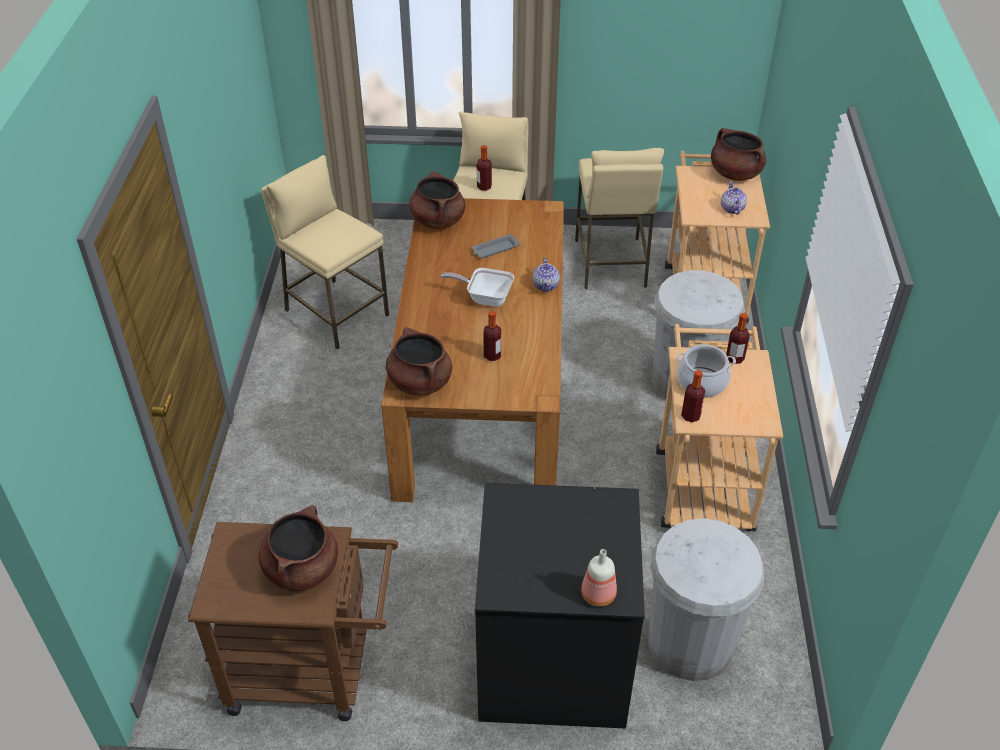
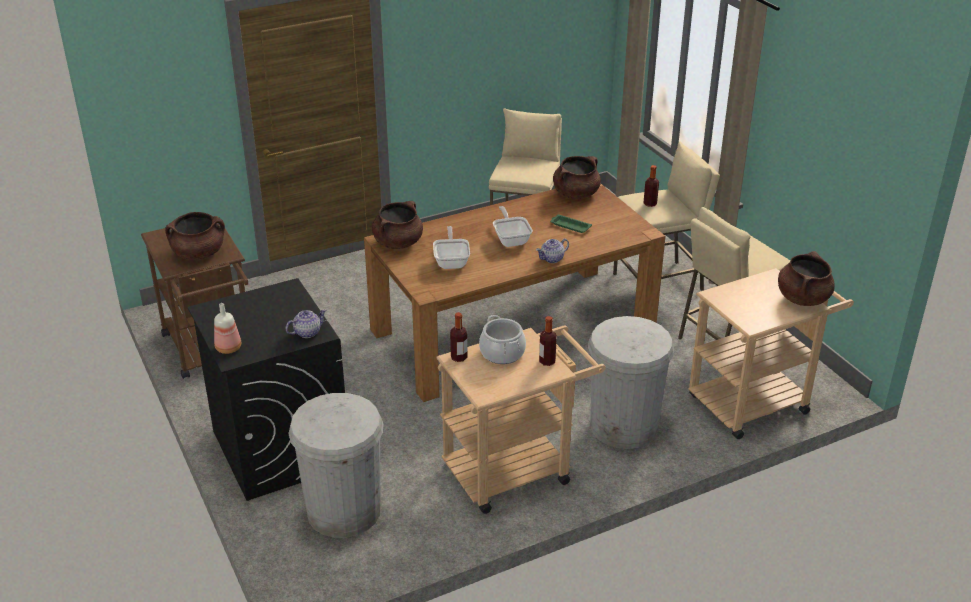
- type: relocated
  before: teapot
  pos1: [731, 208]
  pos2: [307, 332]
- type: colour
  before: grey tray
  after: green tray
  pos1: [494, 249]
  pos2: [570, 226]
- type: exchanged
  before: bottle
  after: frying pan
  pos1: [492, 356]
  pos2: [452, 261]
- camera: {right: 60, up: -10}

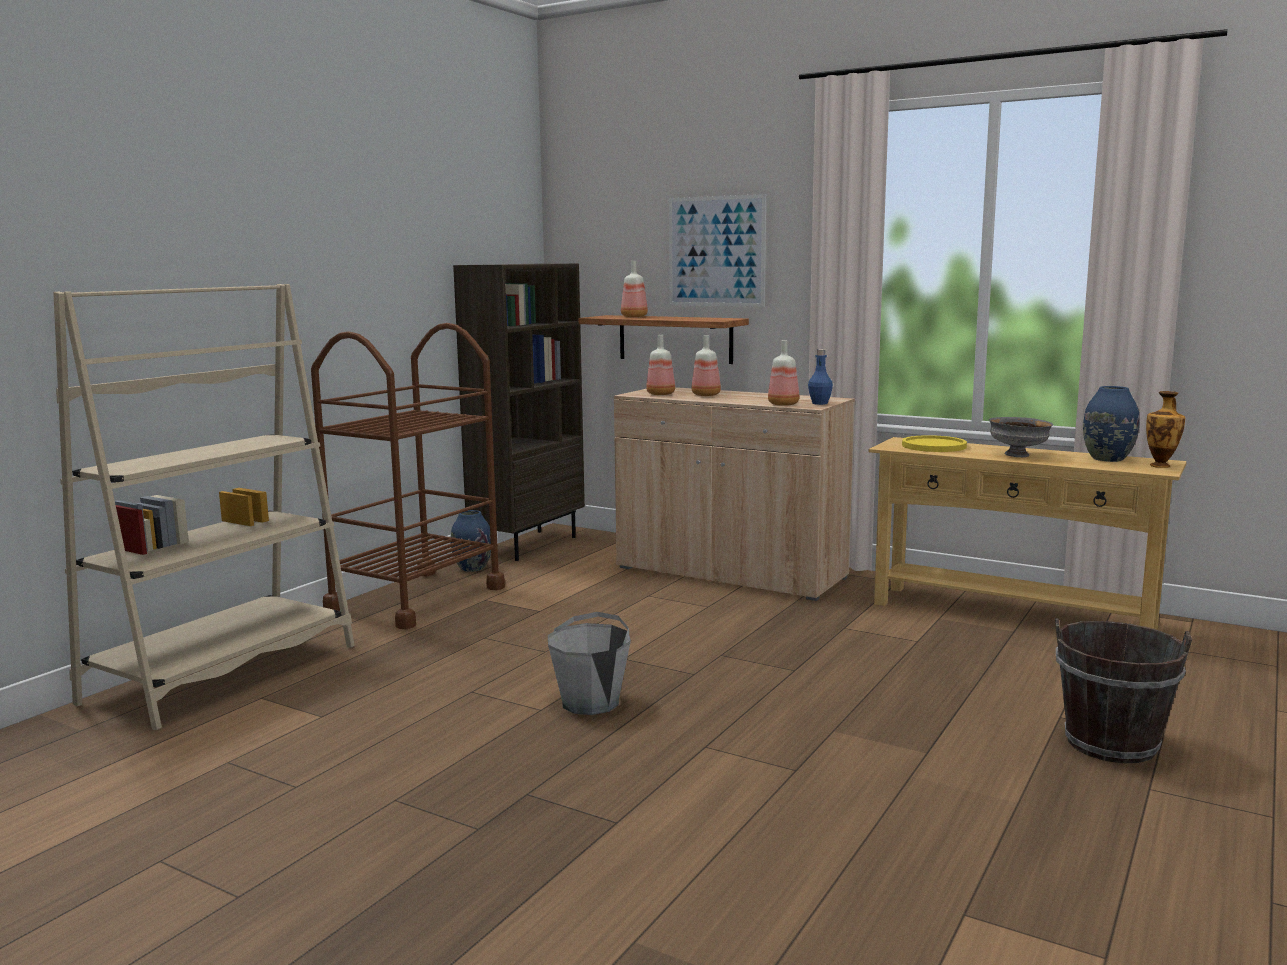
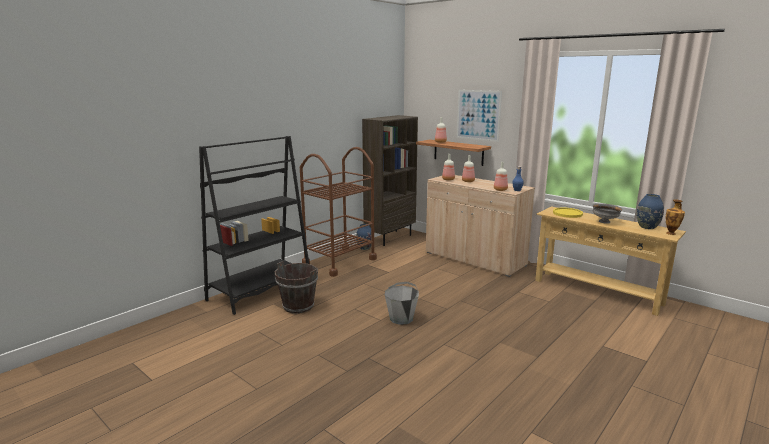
- type: colour
  before: beige bookcase
  after: black bookcase
  pos1: [224, 674]
  pos2: [261, 291]
- type: relocated
  before: brown bucket
  pos1: [1110, 744]
  pos2: [298, 306]
- camera: {right: 10, up: 5}

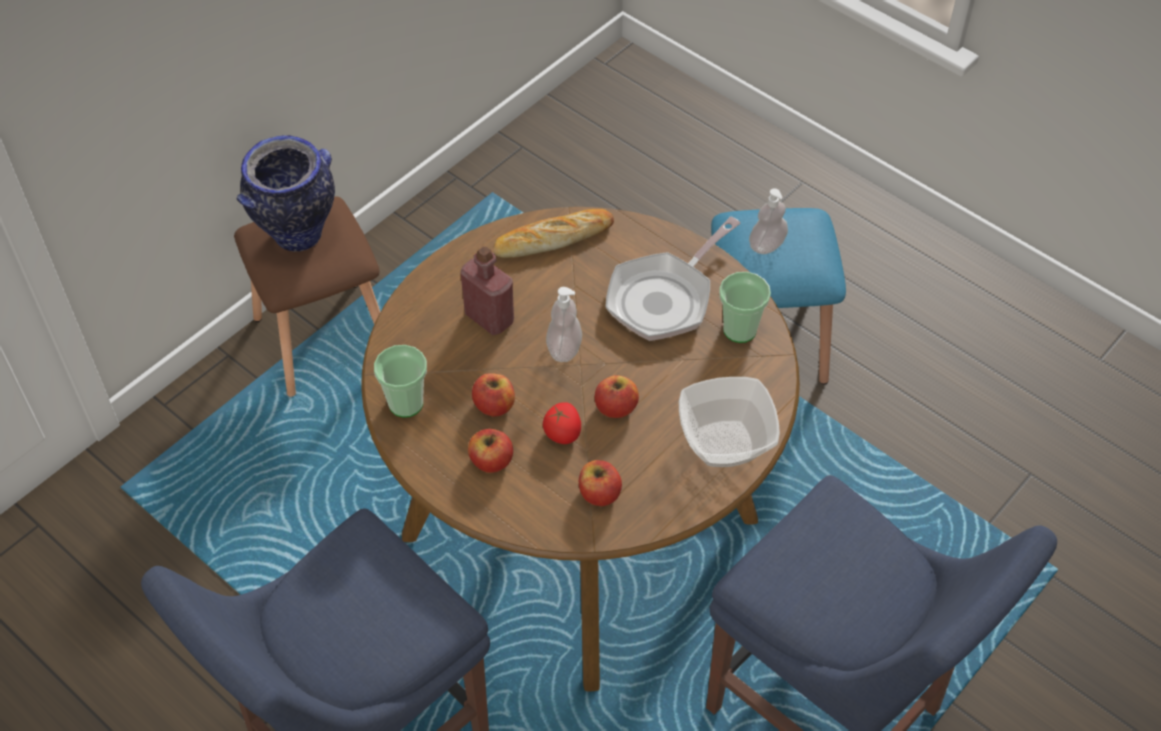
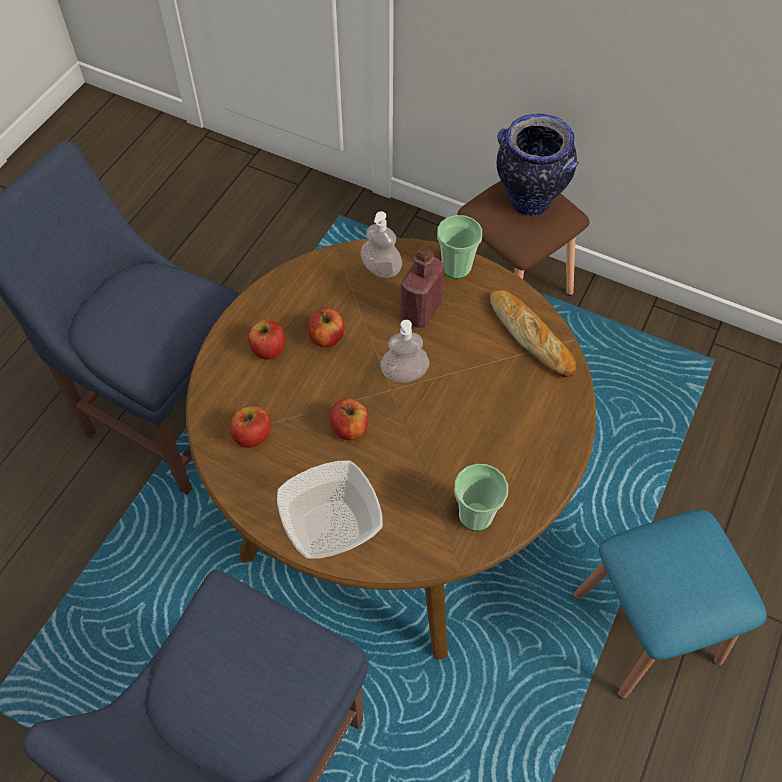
- type: relocated
  before: soap dispenser
  pos1: [766, 245]
  pos2: [381, 269]
- type: missing
  before: frying pan
  pos1: [664, 298]
- type: relocated
  before: cup
  pos1: [406, 403]
  pos2: [456, 267]
- type: missing
  before: tomato
  pos1: [562, 433]
- camera: {right: 75, up: 5}

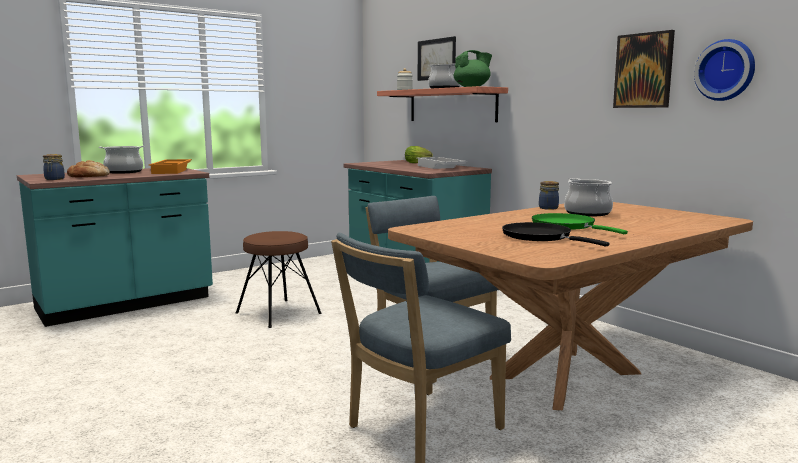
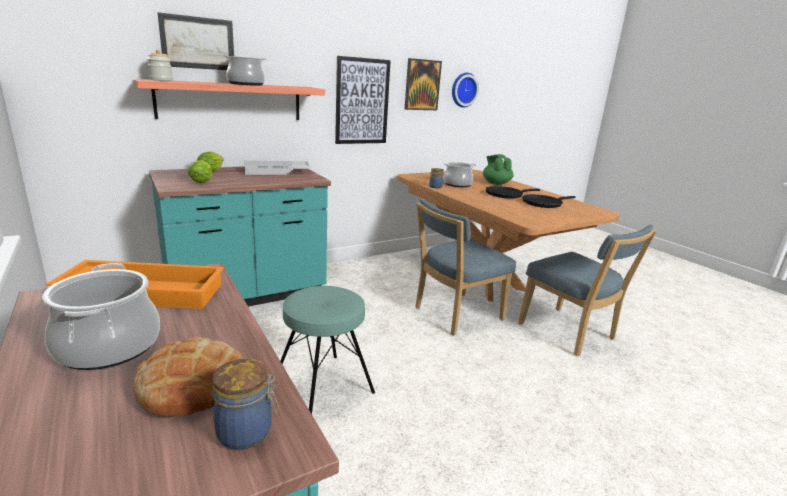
- type: relocated
  before: green teapot
  pos1: [472, 87]
  pos2: [496, 183]
- type: colour
  before: green frying pan
  after: black frying pan
  pos1: [566, 226]
  pos2: [506, 194]
- type: colour
  before: brown stool
  after: turquoise stool
  pos1: [278, 313]
  pos2: [323, 386]
- type: appeared
  after: picture
  pos2: [362, 101]
- type: appeared
  after: lettuce
  pos2: [202, 181]
- camera: {right: -85, up: 10}

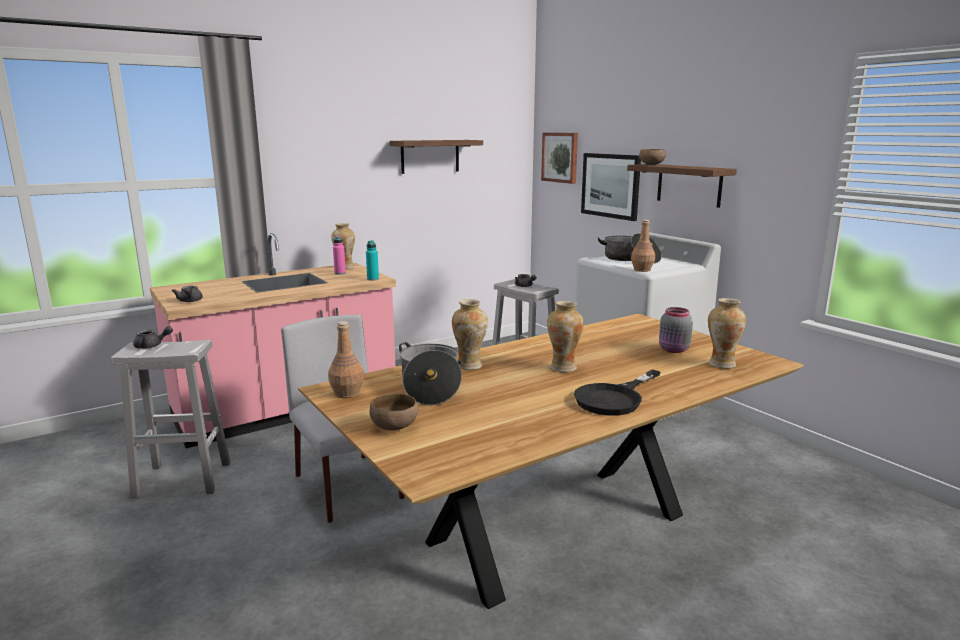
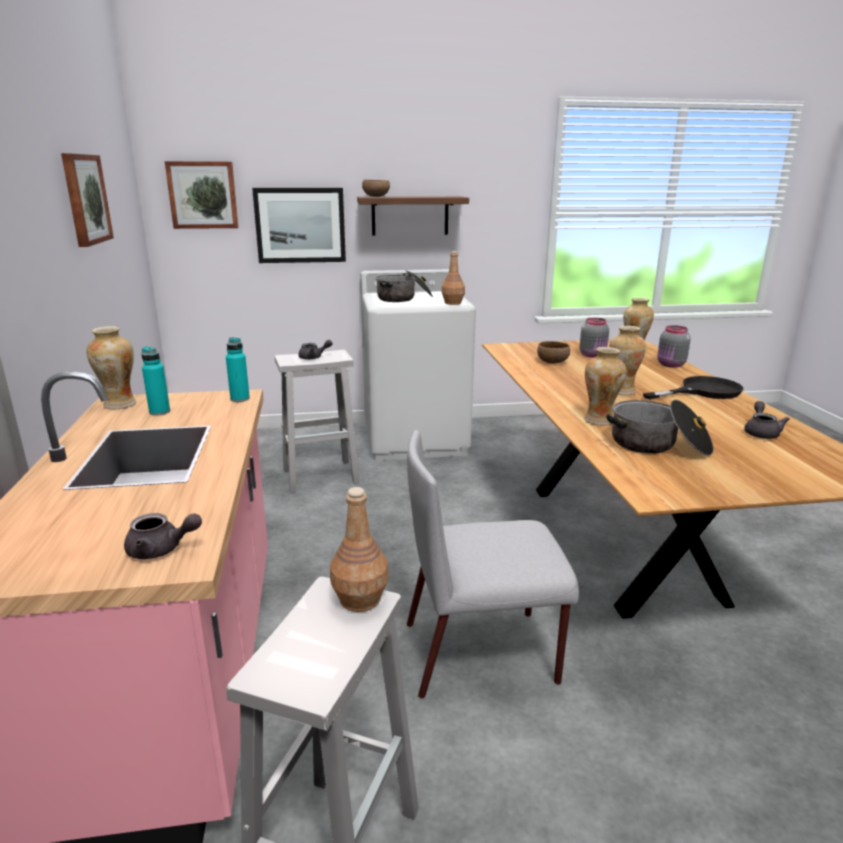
- type: exchanged
  before: shelf
  after: picture
  pos1: [430, 156]
  pos2: [85, 199]
- type: colour
  before: pink bottle
  after: turquoise bottle
  pos1: [340, 273]
  pos2: [159, 412]
- type: relocated
  before: brown bottle
  pos1: [347, 393]
  pos2: [360, 599]
- type: relocated
  before: grey teapot
  pos1: [152, 346]
  pos2: [761, 432]
- type: spun
  before: black frying pan
  pos1: [614, 398]
  pos2: [702, 391]
  turn: -90
- type: relocated
  before: brown bowl
  pos1: [395, 426]
  pos2: [552, 362]
- type: appeared
  after: grey jar
  pos2: [670, 365]
- camera: {right: -65, up: 5}

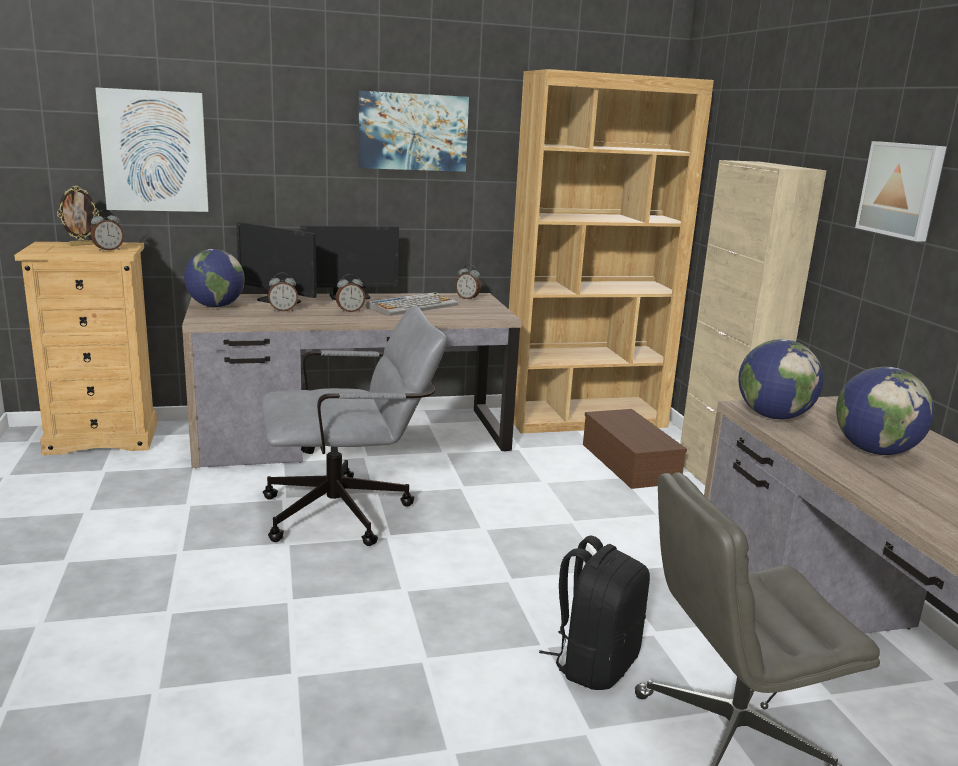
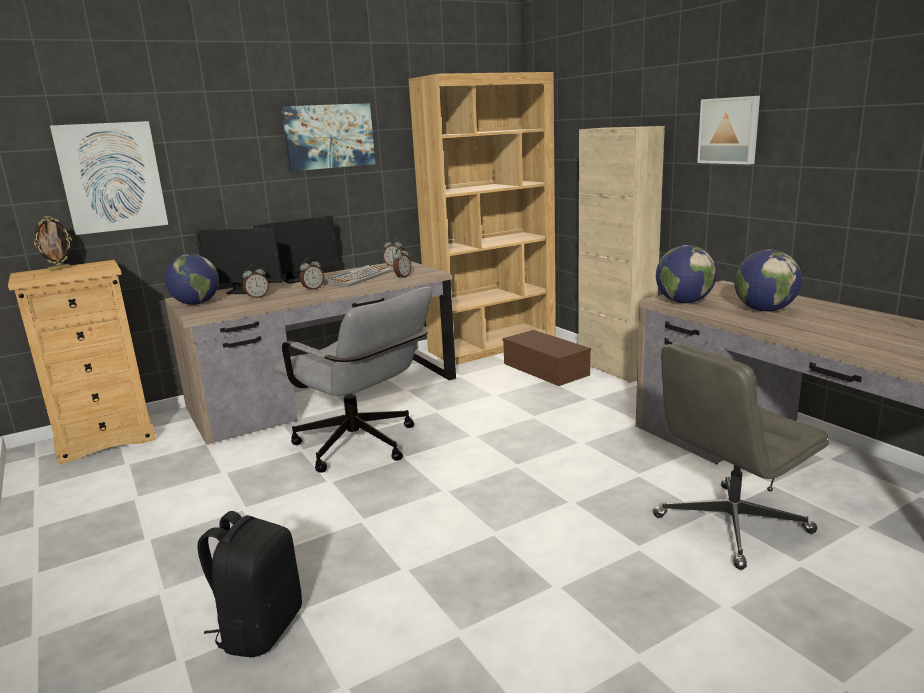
- type: relocated
  before: alarm clock
  pos1: [108, 250]
  pos2: [402, 277]
- type: spun
  before: grey office chair
  pos1: [350, 512]
  pos2: [363, 447]
  turn: 75
- type: relocated
  before: black backpack
  pos1: [594, 664]
  pos2: [260, 629]
- camera: {right: -15, up: 0}

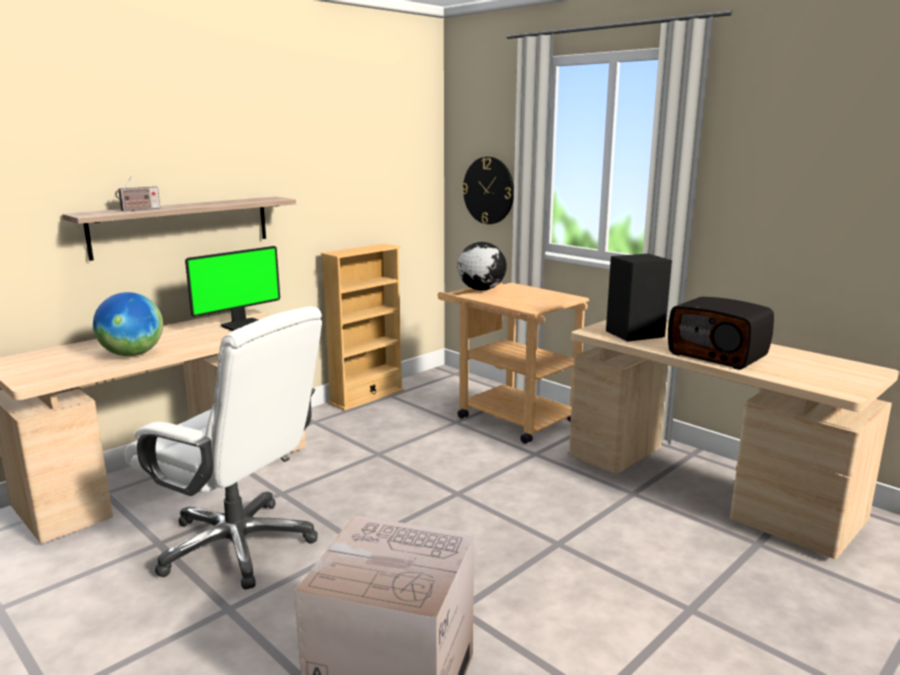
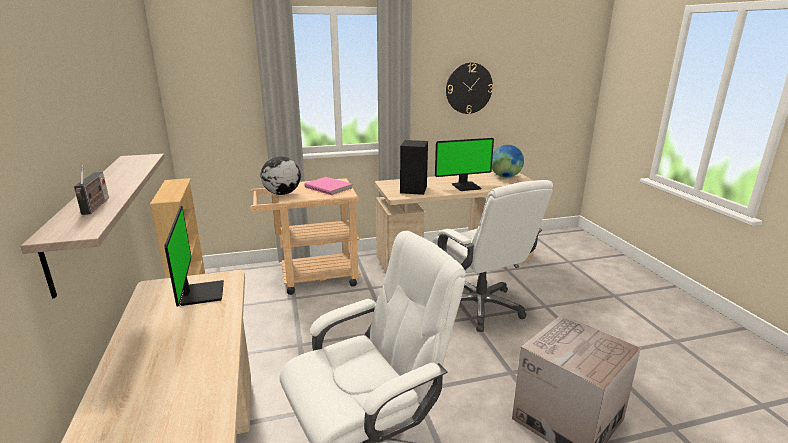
- type: relocated
  before: wall clock
  pos1: [488, 190]
  pos2: [469, 88]
- type: relocated
  before: globe
  pos1: [132, 354]
  pos2: [505, 177]
- type: exchanged
  before: radio
  after: monitor
  pos1: [718, 355]
  pos2: [466, 186]
- type: appeared
  after: pink book
  pos2: [329, 187]
- type: appeared
  after: white office chair
  pos2: [481, 307]
- camera: {right: -60, up: 5}

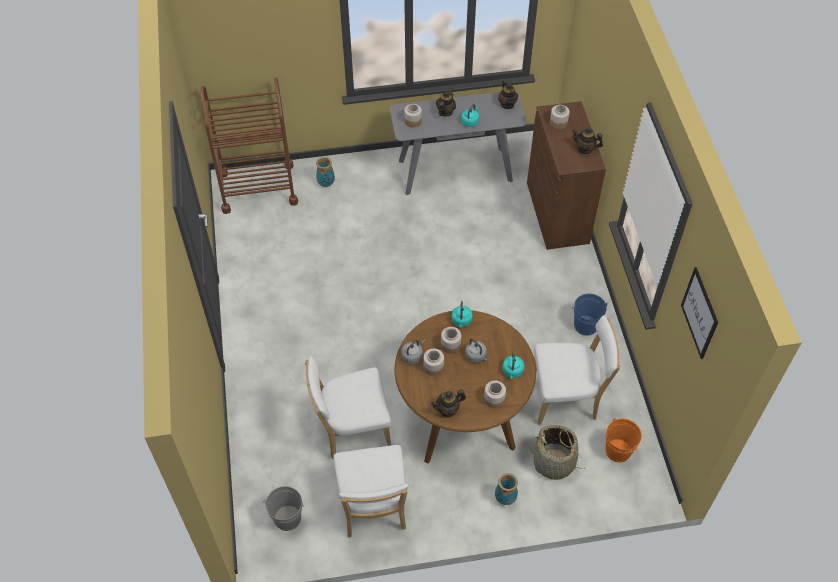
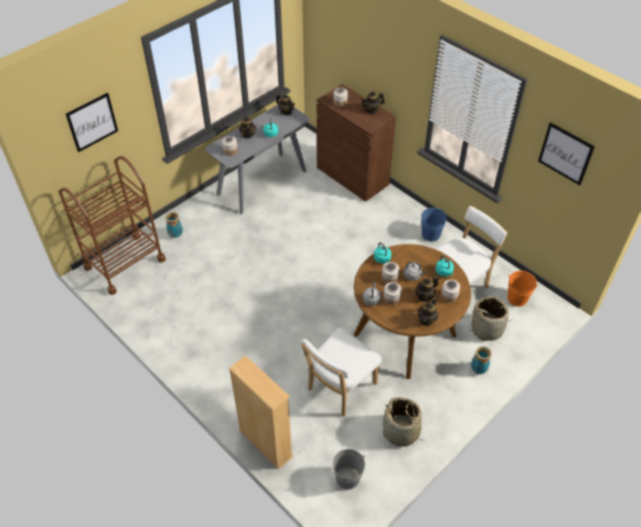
- type: exchanged
  before: white chair
  after: basket
  pos1: [373, 508]
  pos2: [401, 432]
- type: appeared
  after: picture
  pos2: [92, 122]
- type: appeared
  after: teapot
  pos2: [425, 296]
- type: appeared
  after: beige bookcase
  pos2: [265, 443]
- camera: {right: -35, up: -5}

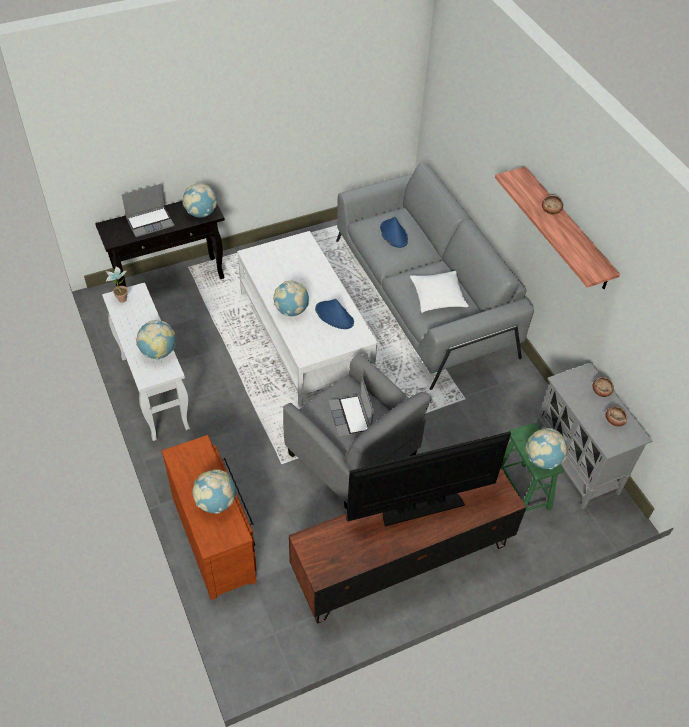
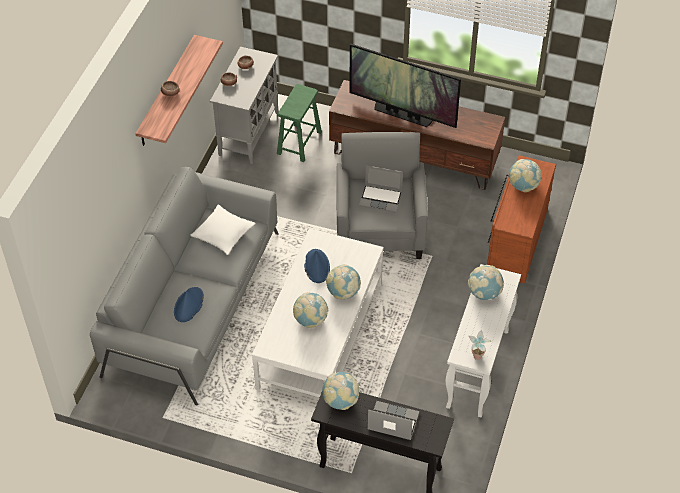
- type: spun
  before: laptop
  pos1: [351, 417]
  pos2: [381, 198]
  turn: 75
- type: relocated
  before: globe
  pos1: [542, 459]
  pos2: [310, 320]
- camera: {right: -135, up: 0}

